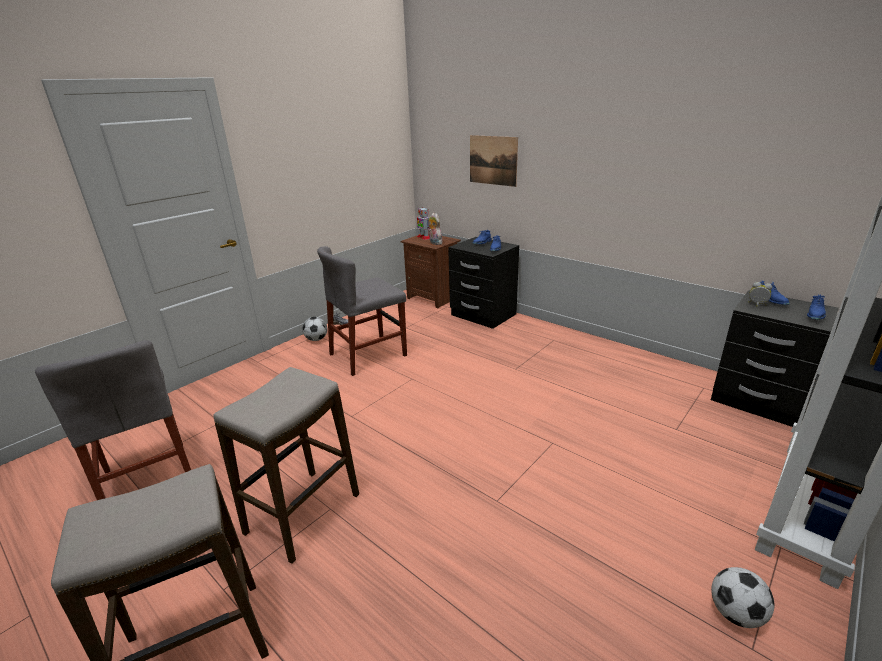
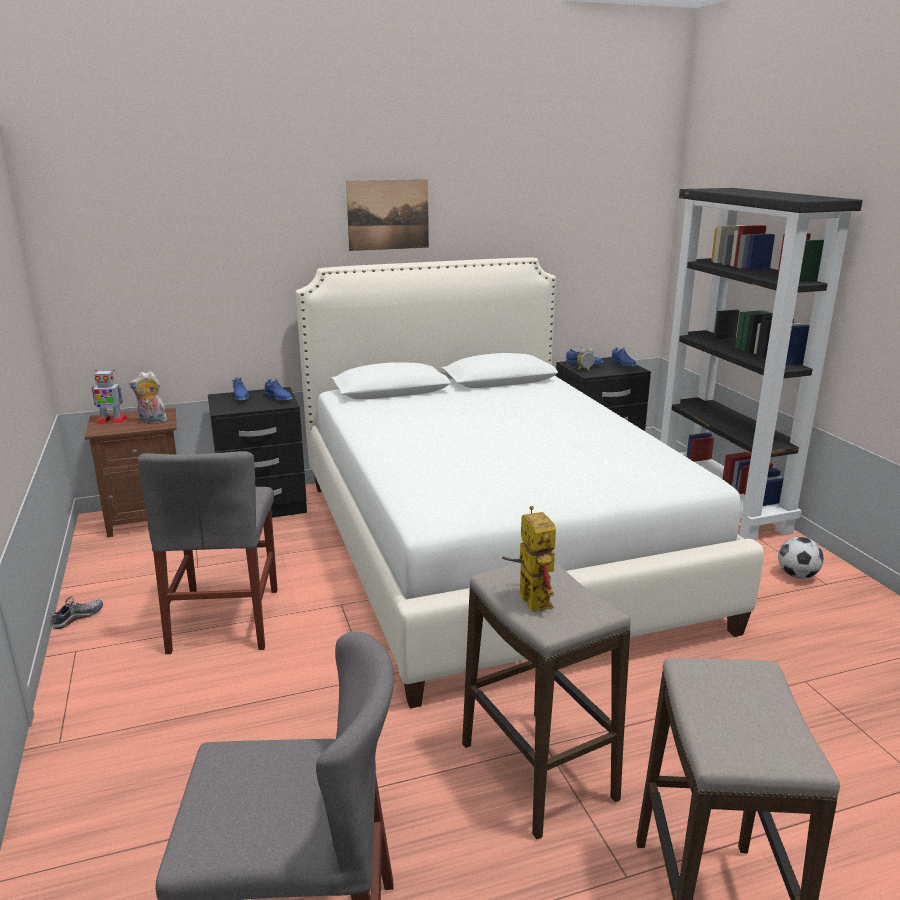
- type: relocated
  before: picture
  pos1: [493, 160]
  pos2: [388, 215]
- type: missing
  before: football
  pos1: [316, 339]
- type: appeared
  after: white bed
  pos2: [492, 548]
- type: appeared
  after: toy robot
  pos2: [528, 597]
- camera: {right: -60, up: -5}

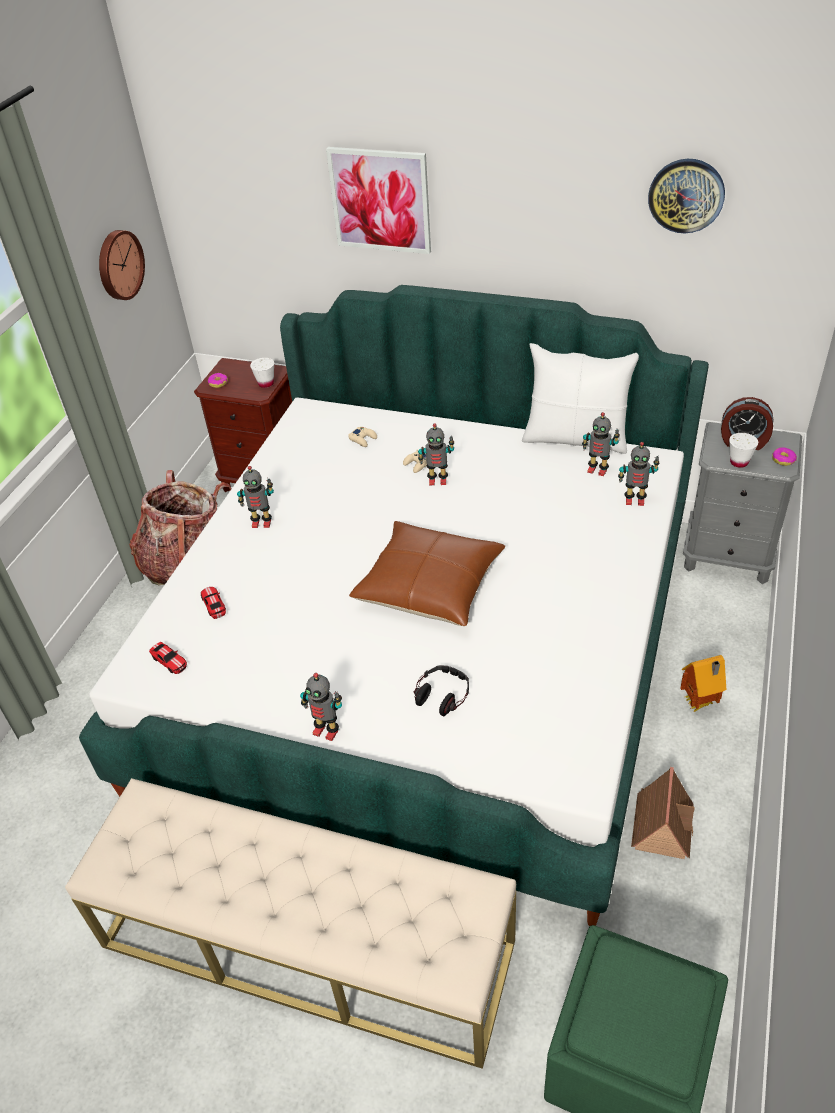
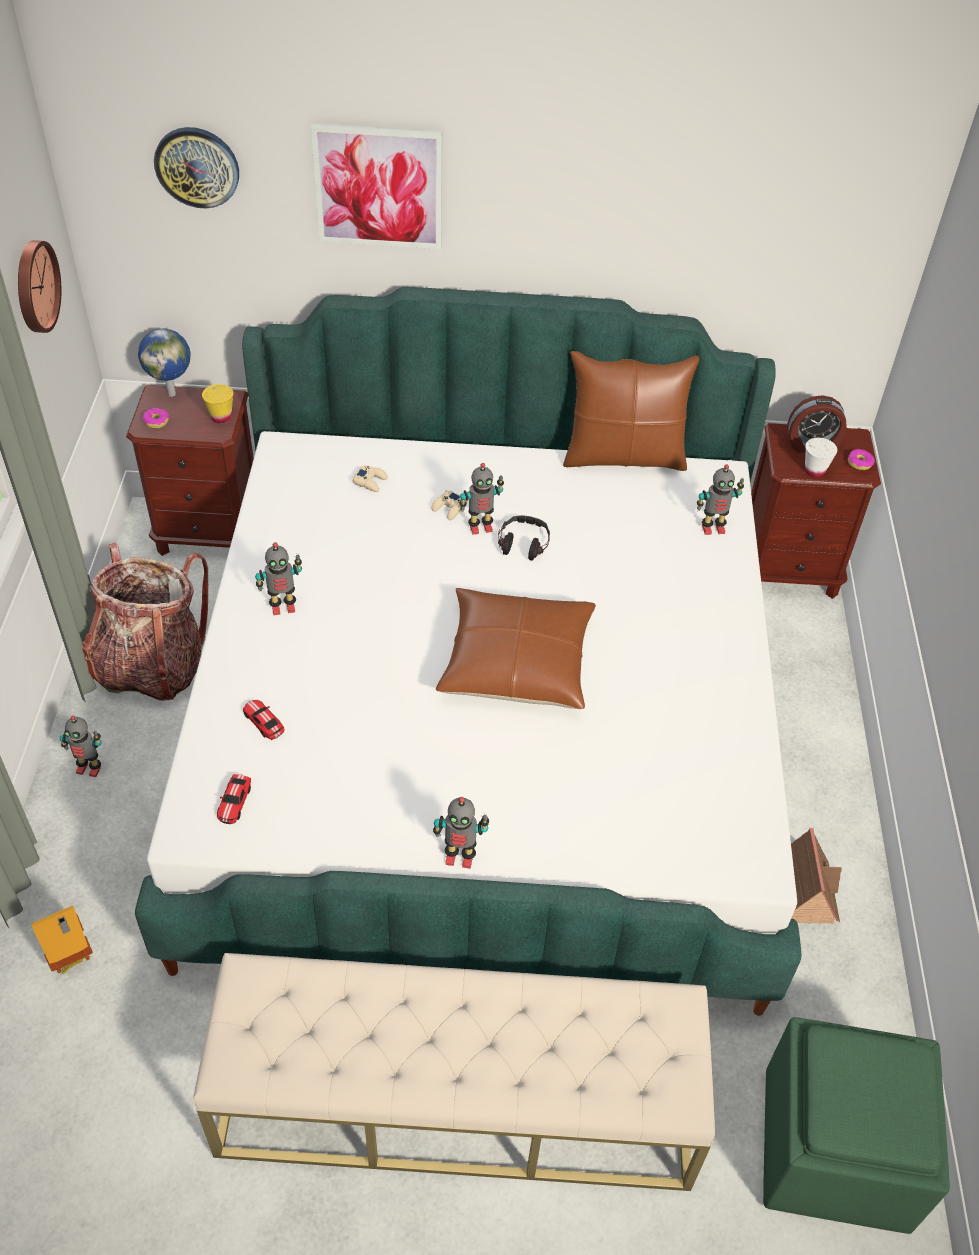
- type: relocated
  before: wall clock
  pos1: [686, 195]
  pos2: [197, 167]
- type: colour
  before: white pillow
  after: brown pillow
  pos1: [576, 438]
  pos2: [624, 457]
- type: colour
  before: white cup
  after: yellow cup
  pos1: [266, 384]
  pos2: [221, 417]
- type: relocated
  before: toy robot
  pos1: [597, 470]
  pos2: [89, 768]
- type: colour
  before: grey nightstand
  after: brown nightstand
  pos1: [728, 556]
  pos2: [788, 570]
- type: spun
  before: toy car
  pos1: [169, 660]
  pos2: [235, 802]
  turn: 75
- type: relocated
  before: toy house
  pos1: [699, 704]
  pos2: [73, 960]
- type: relocated
  before: headphones
  pos1: [442, 694]
  pos2: [523, 542]
- type: appeared
  after: globe
  pos2: [172, 393]
- camera: {right: -20, up: 5}

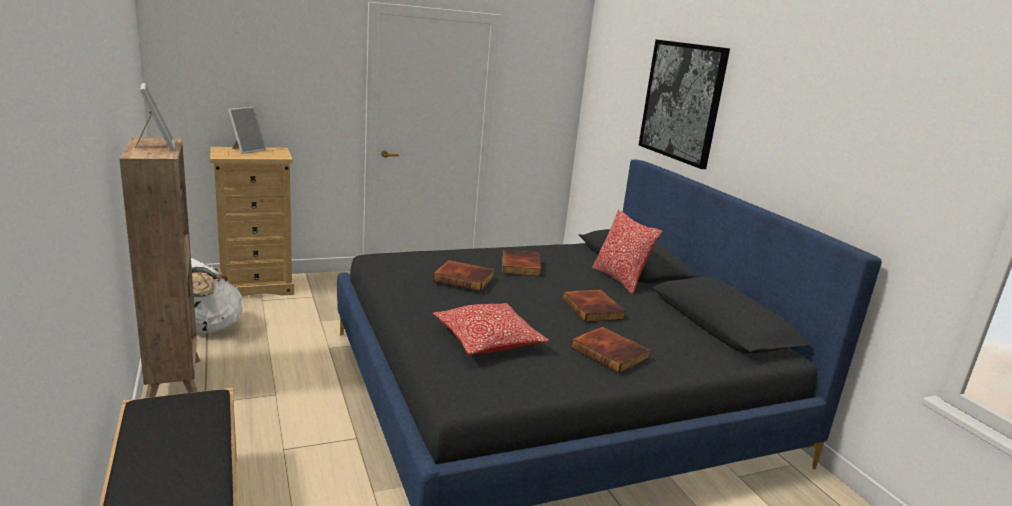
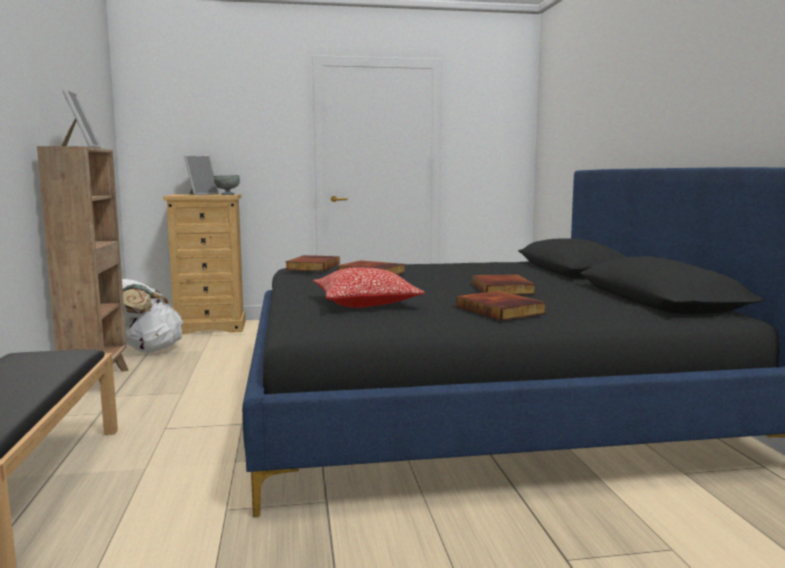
- type: missing
  before: picture
  pos1: [682, 101]
- type: missing
  before: pillow
  pos1: [619, 279]
- type: relocated
  before: book
  pos1: [519, 266]
  pos2: [312, 266]
- type: appeared
  after: grey bowl
  pos2: [227, 194]
- camera: {right: 15, up: -10}

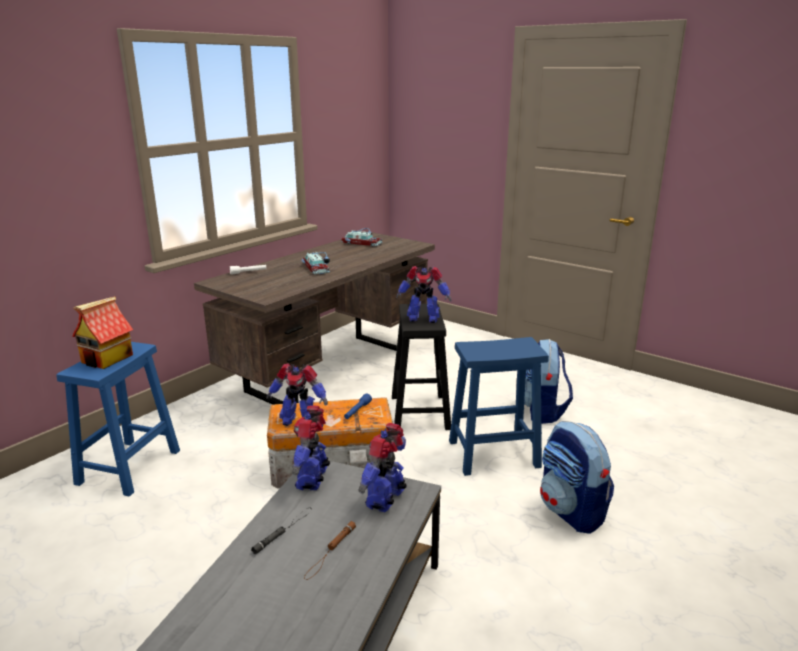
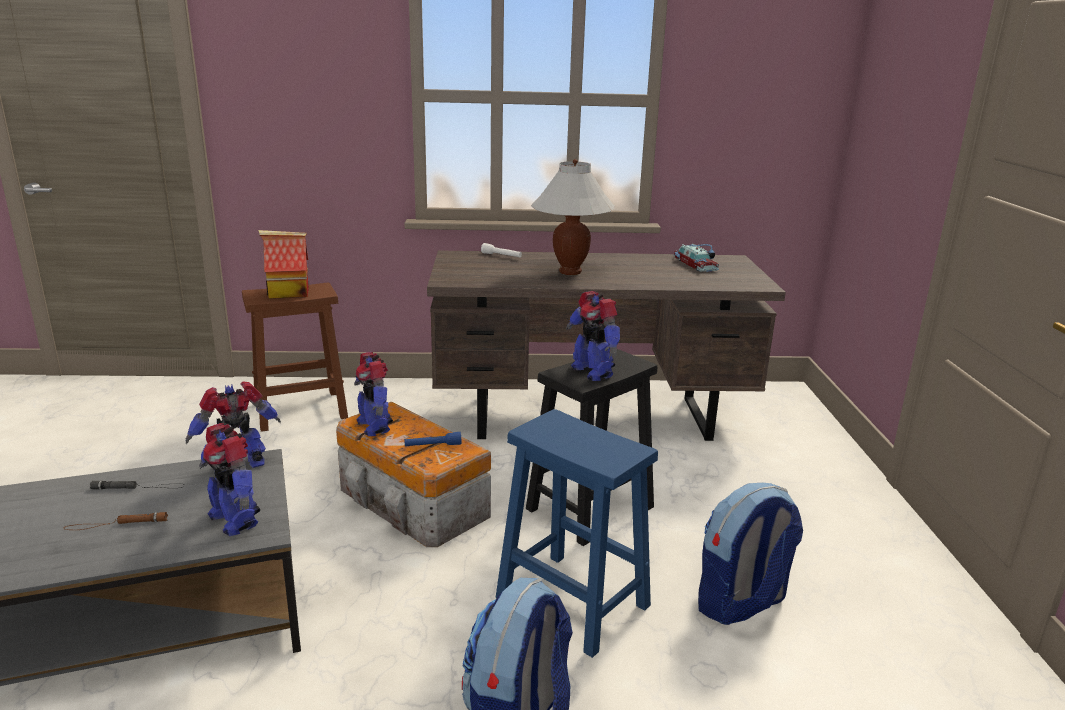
- type: exchanged
  before: toy car
  after: white table lamp
  pos1: [316, 268]
  pos2: [570, 272]
- type: colour
  before: blue stool
  after: brown stool
  pos1: [130, 466]
  pos2: [302, 410]
- type: spun
  before: toy robot
  pos1: [386, 498]
  pos2: [234, 519]
  turn: -120
- camera: {right: 50, up: 0}

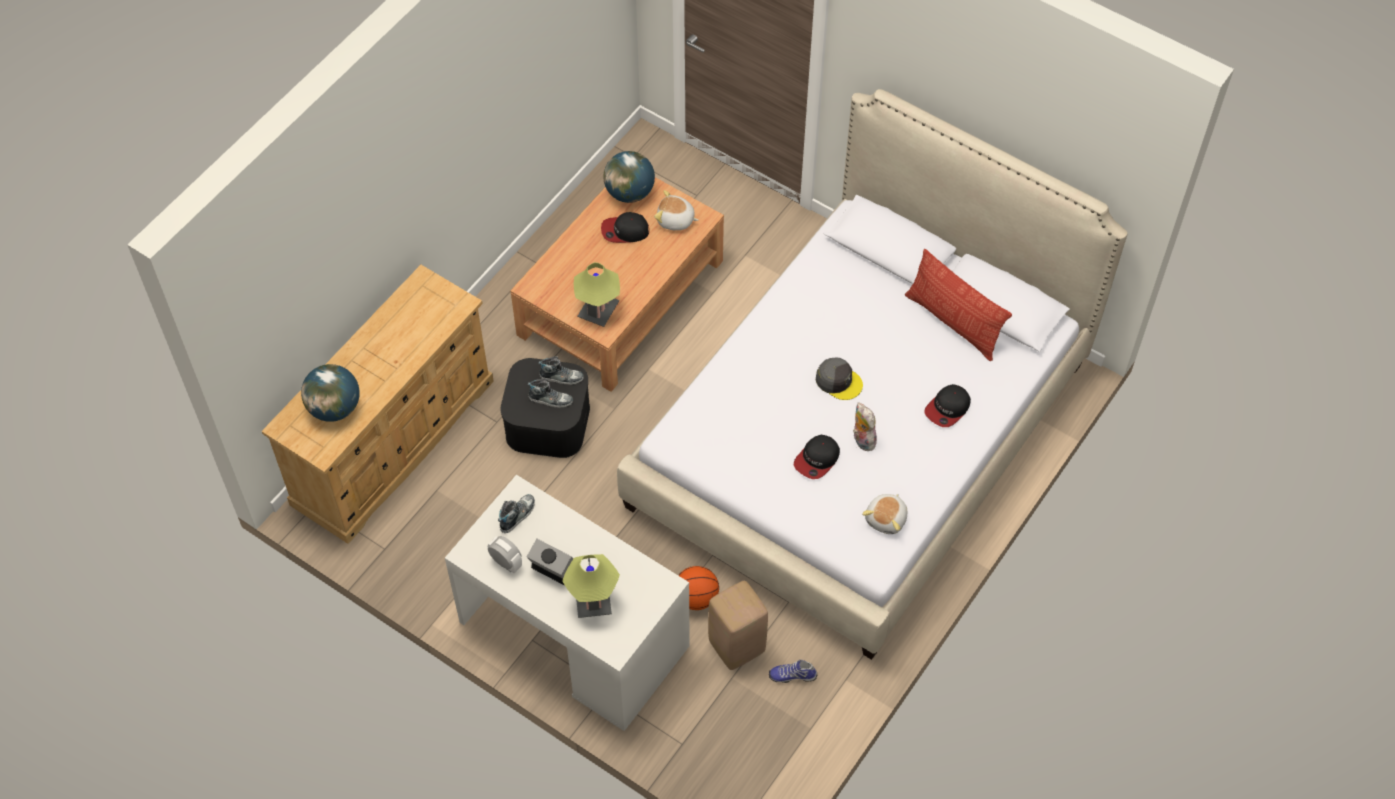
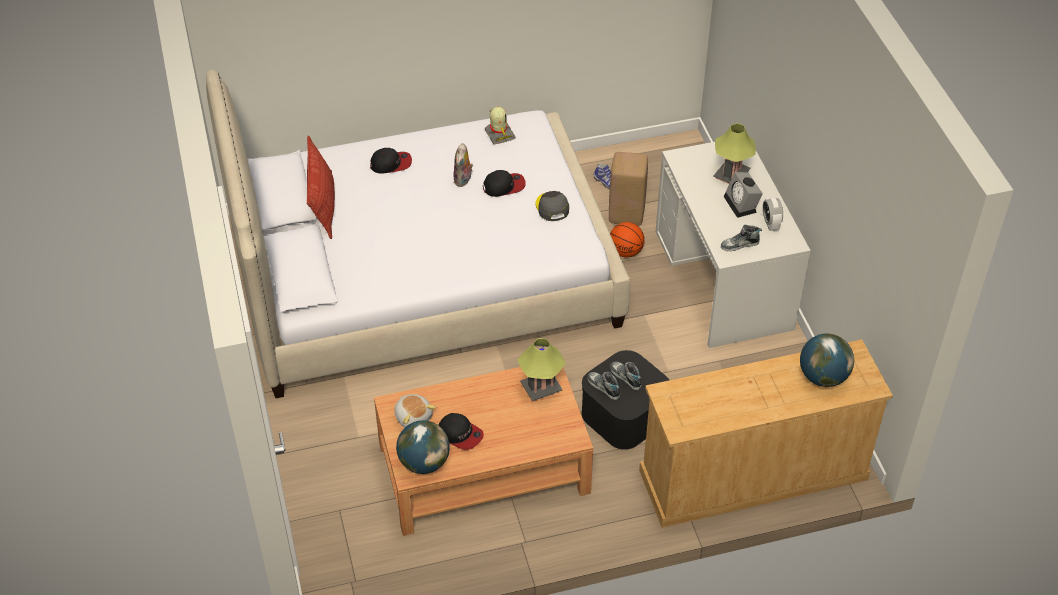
- type: relocated
  before: grey cap
  pos1: [838, 381]
  pos2: [552, 207]
- type: exchanged
  before: plush toy
  after: toy robot
  pos1: [887, 519]
  pos2: [499, 135]
- camera: {right: -140, up: -10}

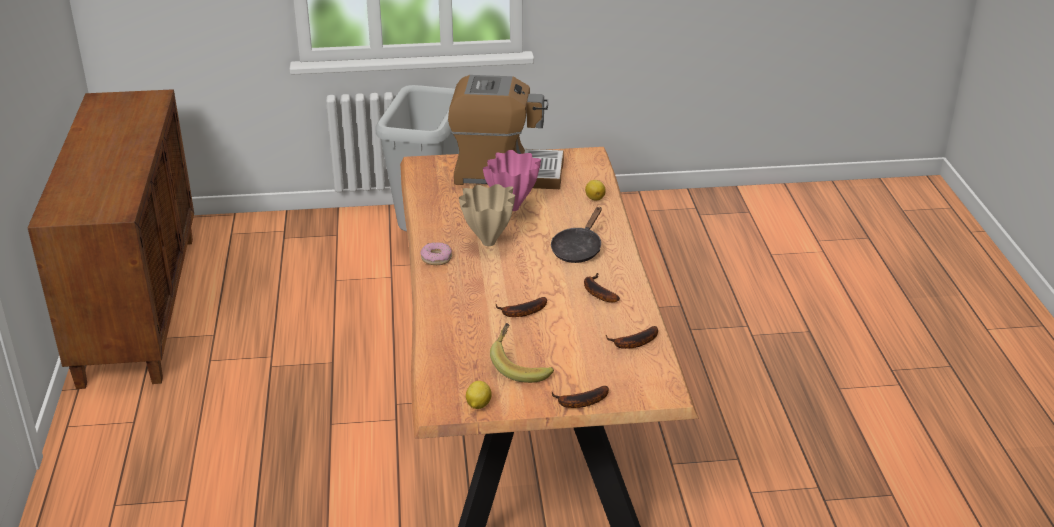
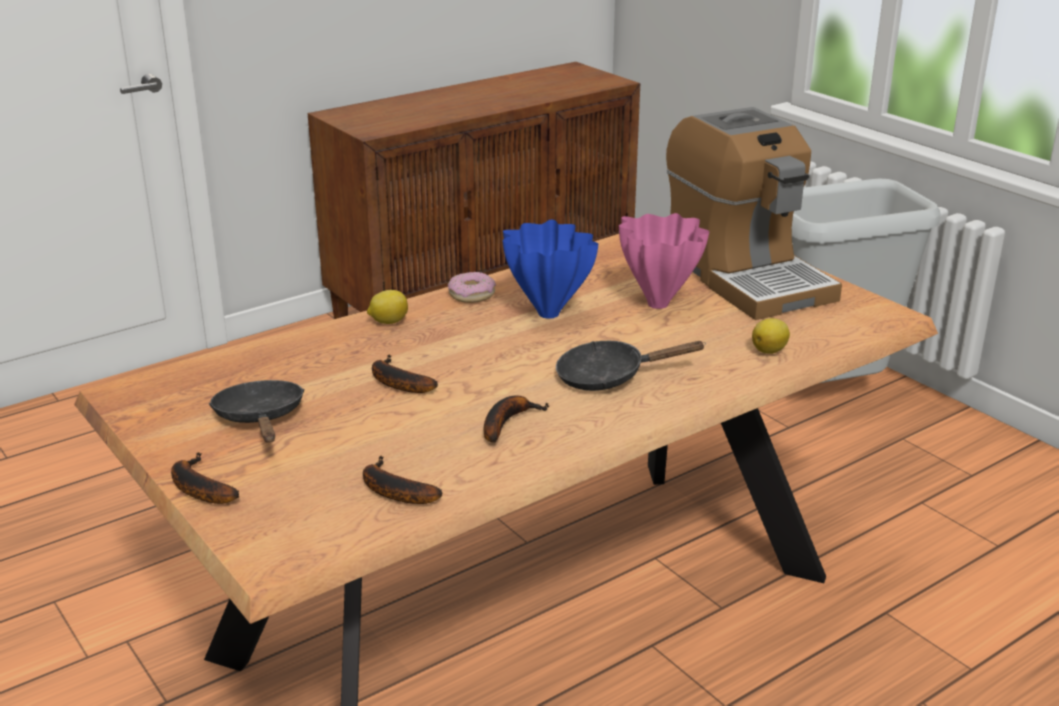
- type: colour
  before: beige vase
  after: blue vase
  pos1: [487, 243]
  pos2: [546, 313]
- type: exchanged
  before: banana
  after: black frying pan
  pos1: [521, 366]
  pos2: [260, 418]
- type: relocated
  before: lemon
  pos1: [478, 405]
  pos2: [388, 322]
- camera: {right: 60, up: -5}

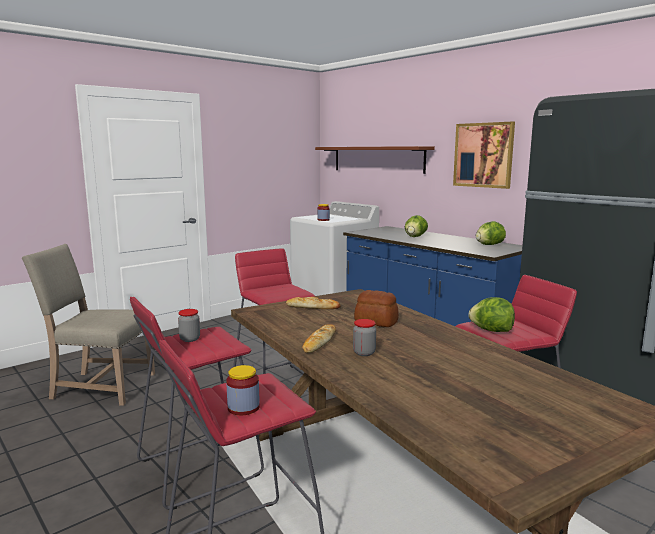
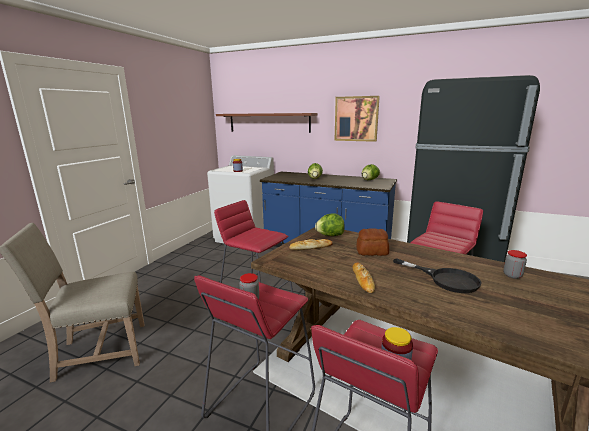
- type: relocated
  before: lettuce
  pos1: [491, 330]
  pos2: [330, 235]
- type: relocated
  before: jar
  pos1: [364, 353]
  pos2: [512, 275]
- type: appeared
  after: black frying pan
  pos2: [445, 279]
- camera: {right: -25, up: 5}

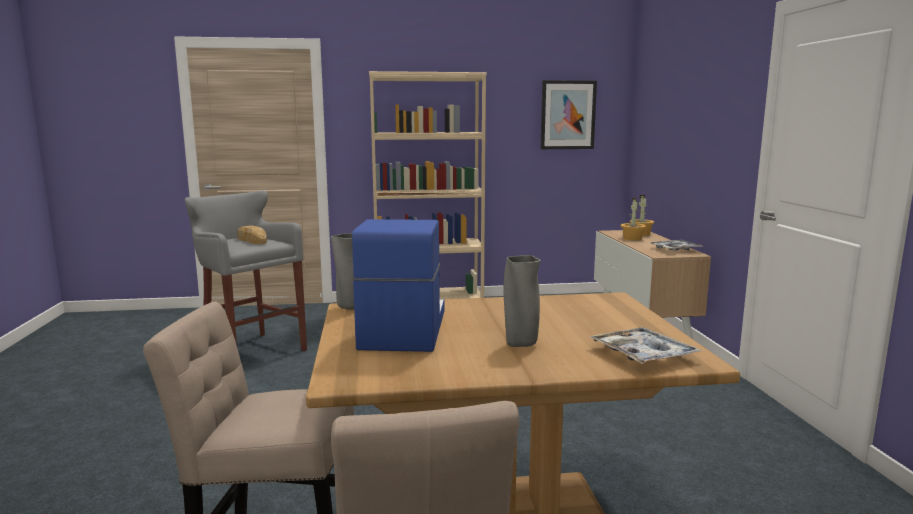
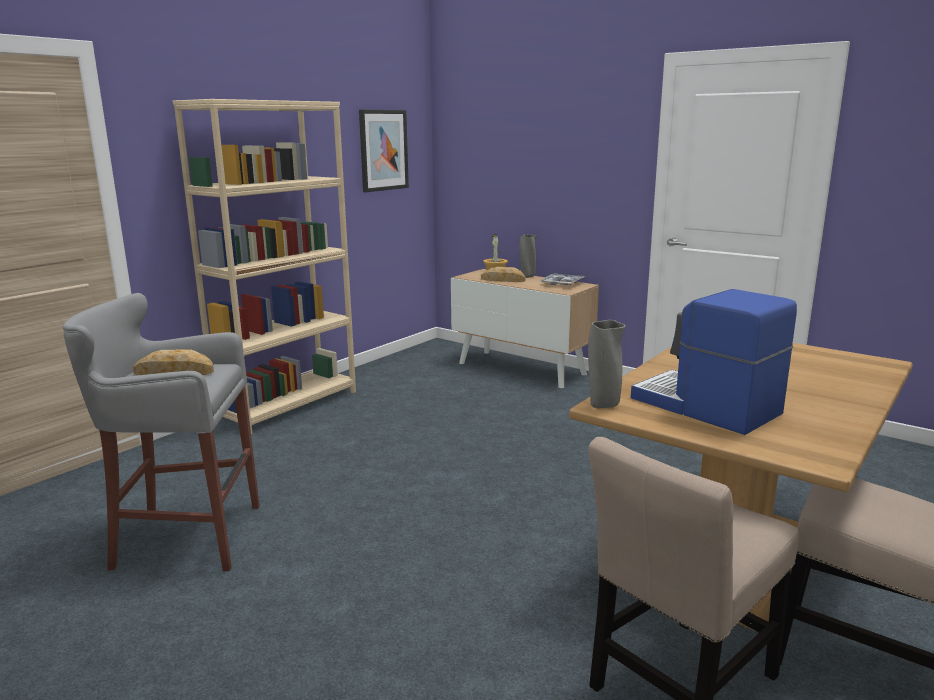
- type: exchanged
  before: potted plant
  after: bread
  pos1: [632, 238]
  pos2: [503, 280]
- type: relocated
  before: grey vase
  pos1: [520, 344]
  pos2: [527, 276]
- type: missing
  before: tray
  pos1: [642, 354]
- camera: {right: -45, up: 5}

